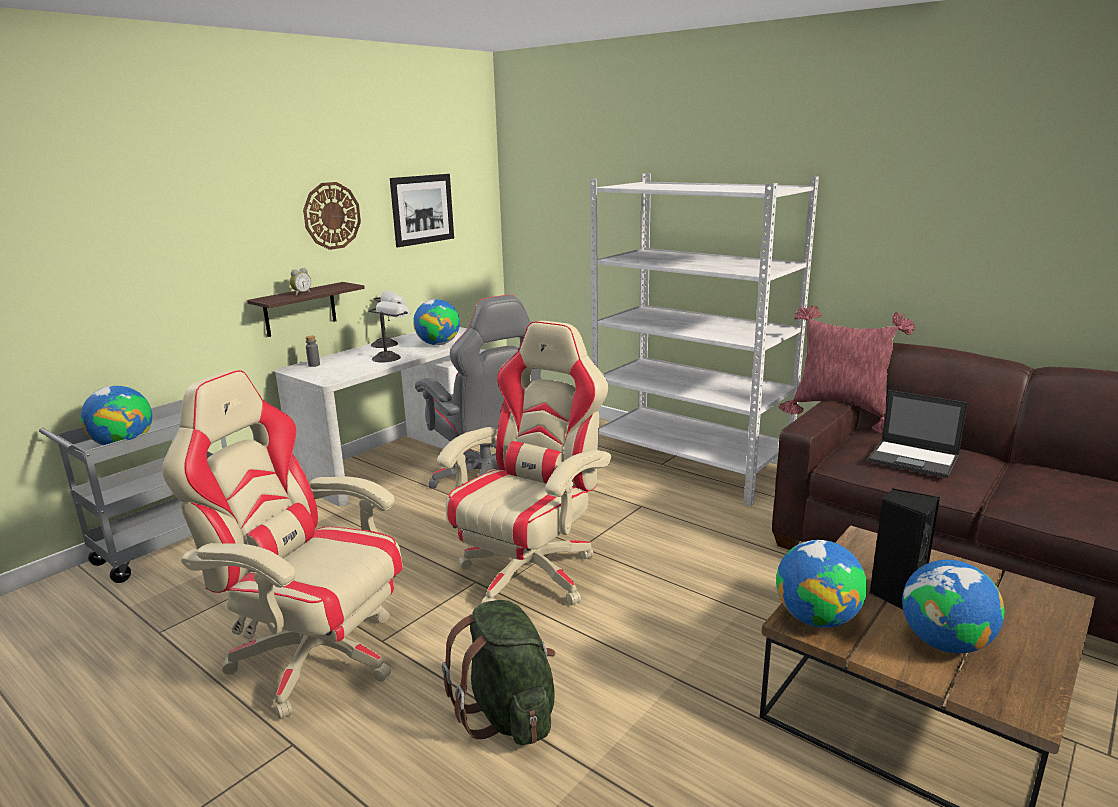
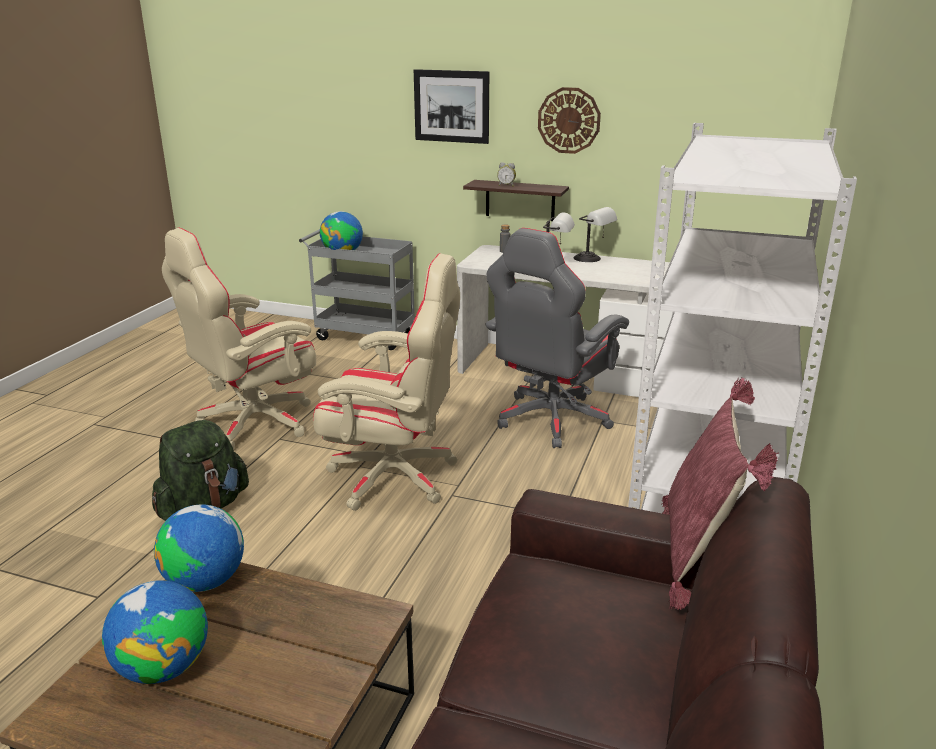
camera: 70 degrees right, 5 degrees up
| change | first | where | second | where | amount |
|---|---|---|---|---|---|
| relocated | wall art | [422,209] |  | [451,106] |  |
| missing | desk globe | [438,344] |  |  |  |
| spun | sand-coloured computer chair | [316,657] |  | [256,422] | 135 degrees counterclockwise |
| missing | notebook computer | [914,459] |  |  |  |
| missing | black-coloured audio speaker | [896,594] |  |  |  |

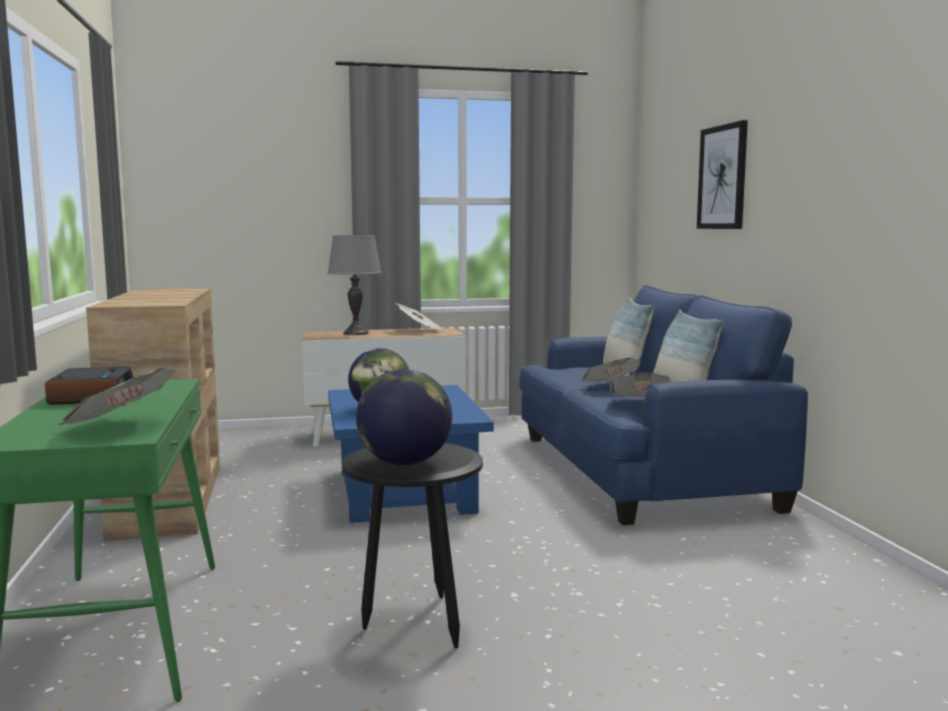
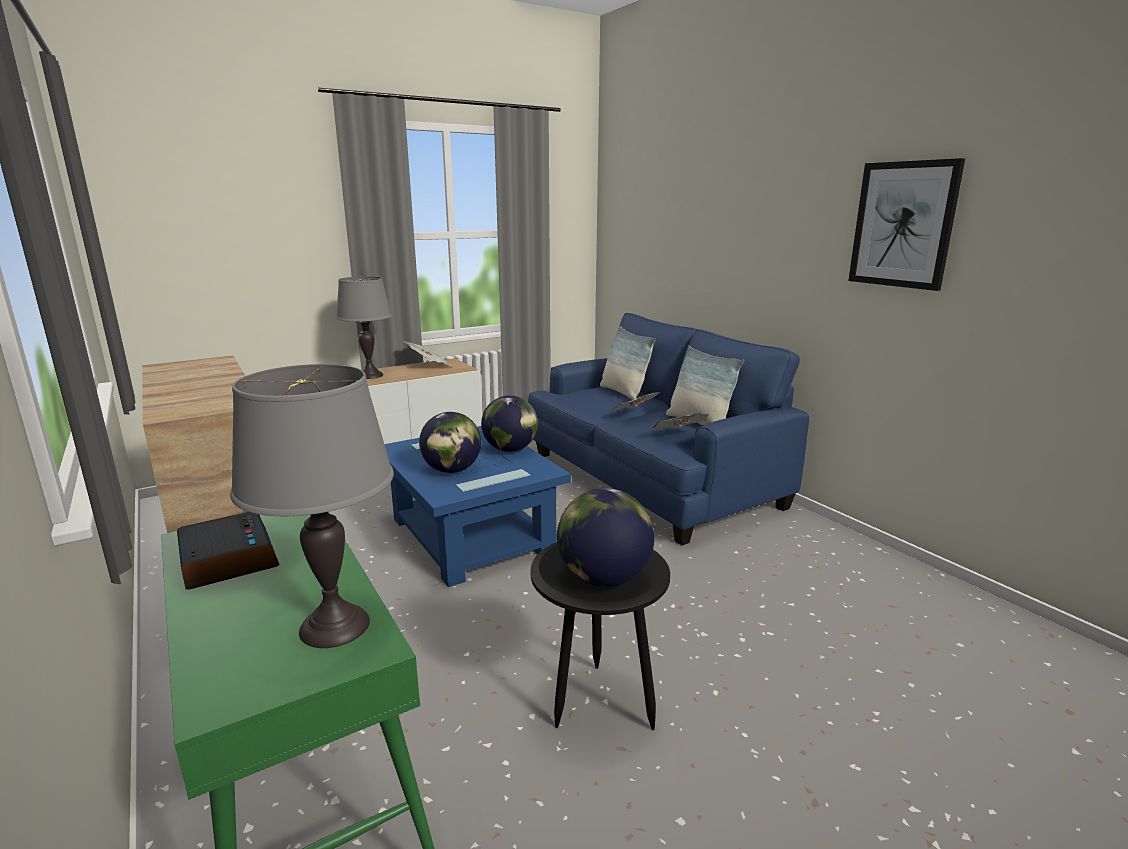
camera: 20 degrees left, 10 degrees up
| change | first | where | second | where | amount |
|---|---|---|---|---|---|
| relocated | wall art | [723,177] |  | [903,225] |  |
| exchanged | printed paper | [119,426] | greyish table lamp | [334,626] |  |
| appeared |  |  | desk globe | [510,449] |  |

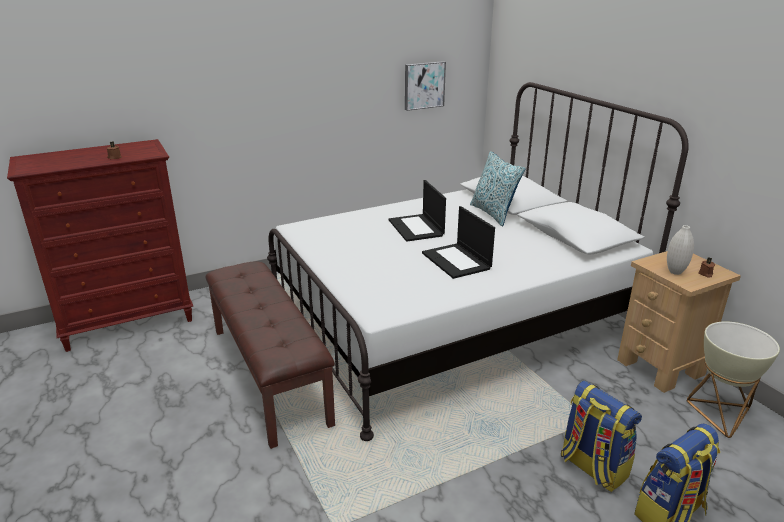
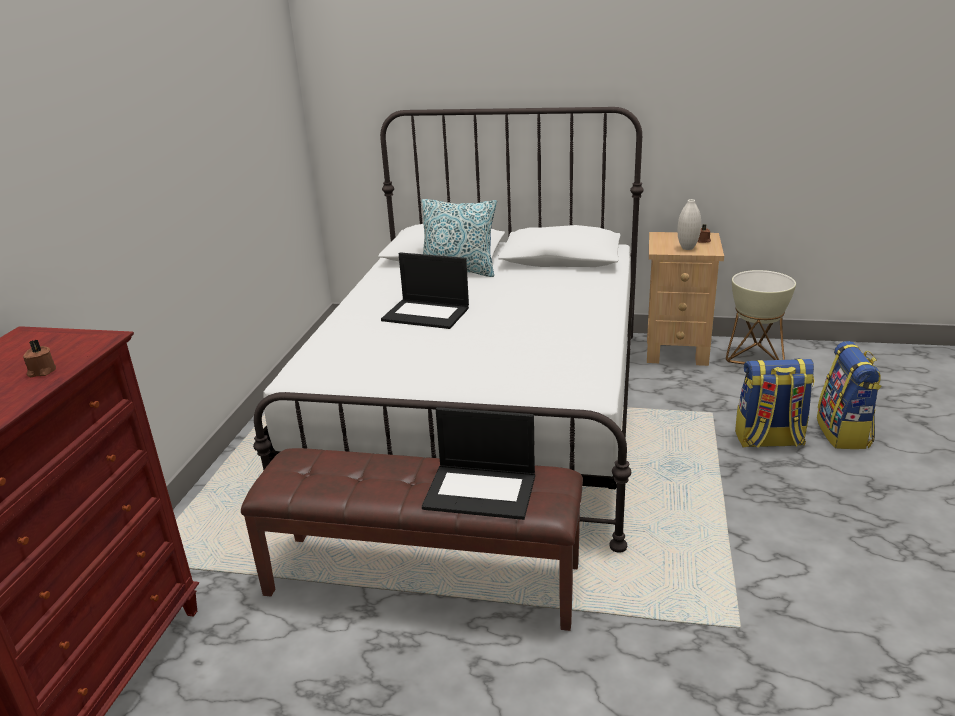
camera: 50 degrees left, 0 degrees up
| change | first | where | second | where | amount |
|---|---|---|---|---|---|
| missing | wall art | [424,85] |  |  |  |
| relocated | notebook computer | [457,261] |  | [481,491] |  |

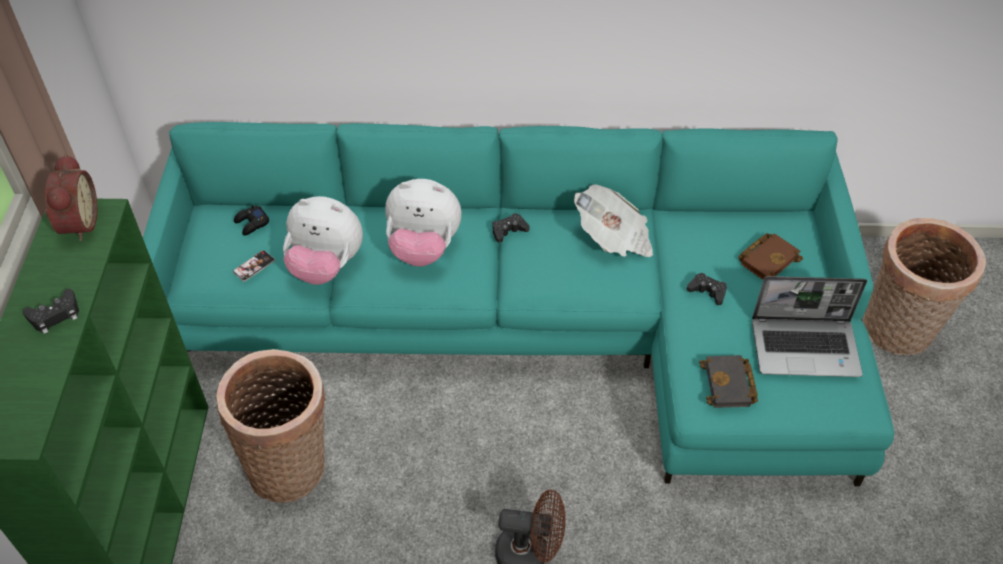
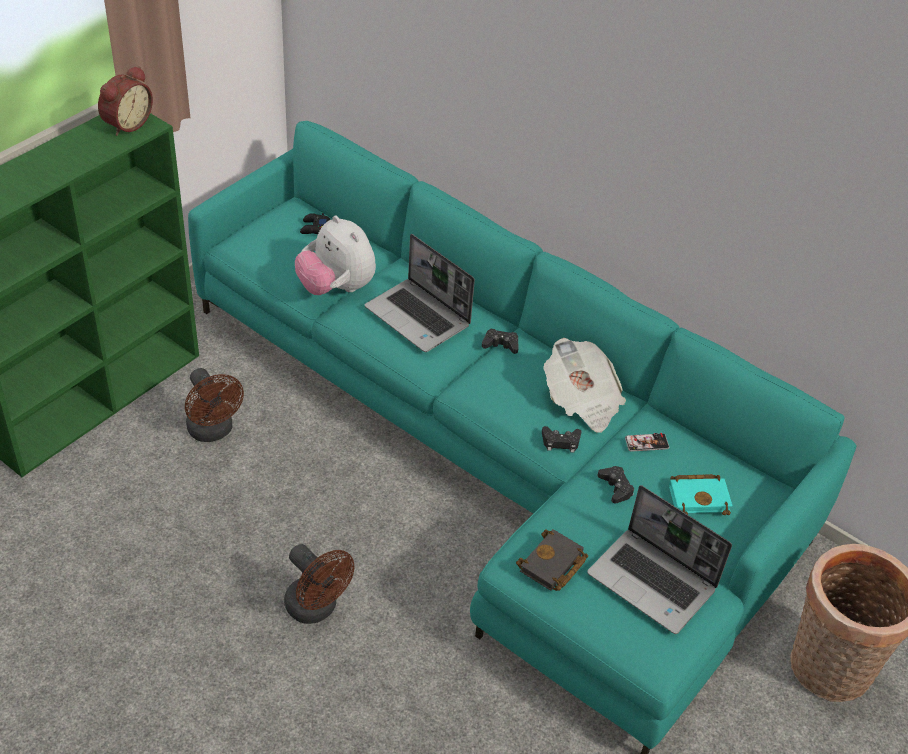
camera: 35 degrees right, 5 degrees down
| change | first | where | second | where | amount |
|---|---|---|---|---|---|
| exchanged | plush toy | [423,248] | notebook computer | [419,317] |  |
| colour | brownish volume | [768,259] | blue-green volume | [700,497] |  |
| relocated | handset | [254,266] |  | [646,443] |  |
| relocated | black-coloured joypad | [55,315] |  | [560,442] |  |
| exchanged | household basket | [291,466] | brownish fan | [213,431] |  |

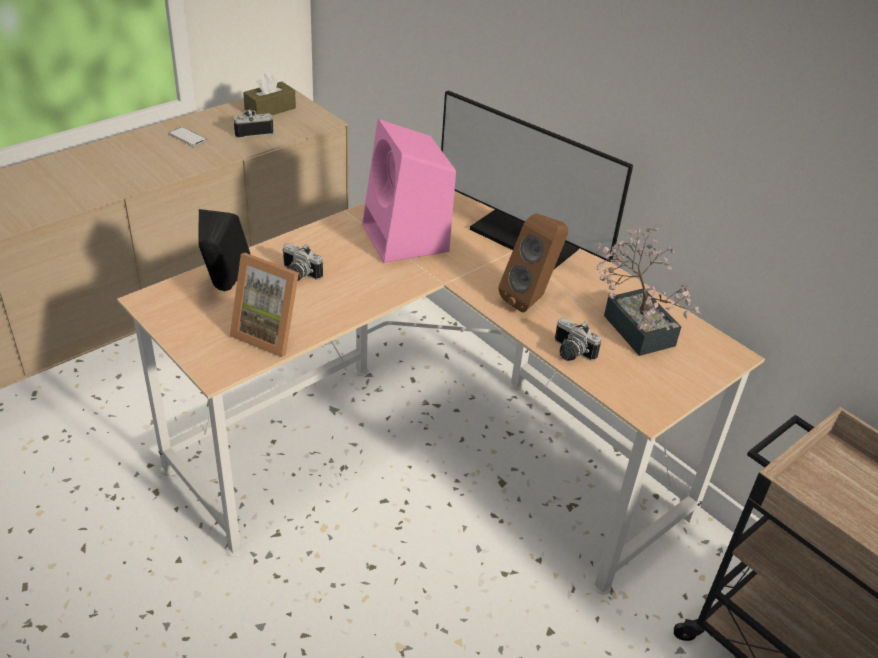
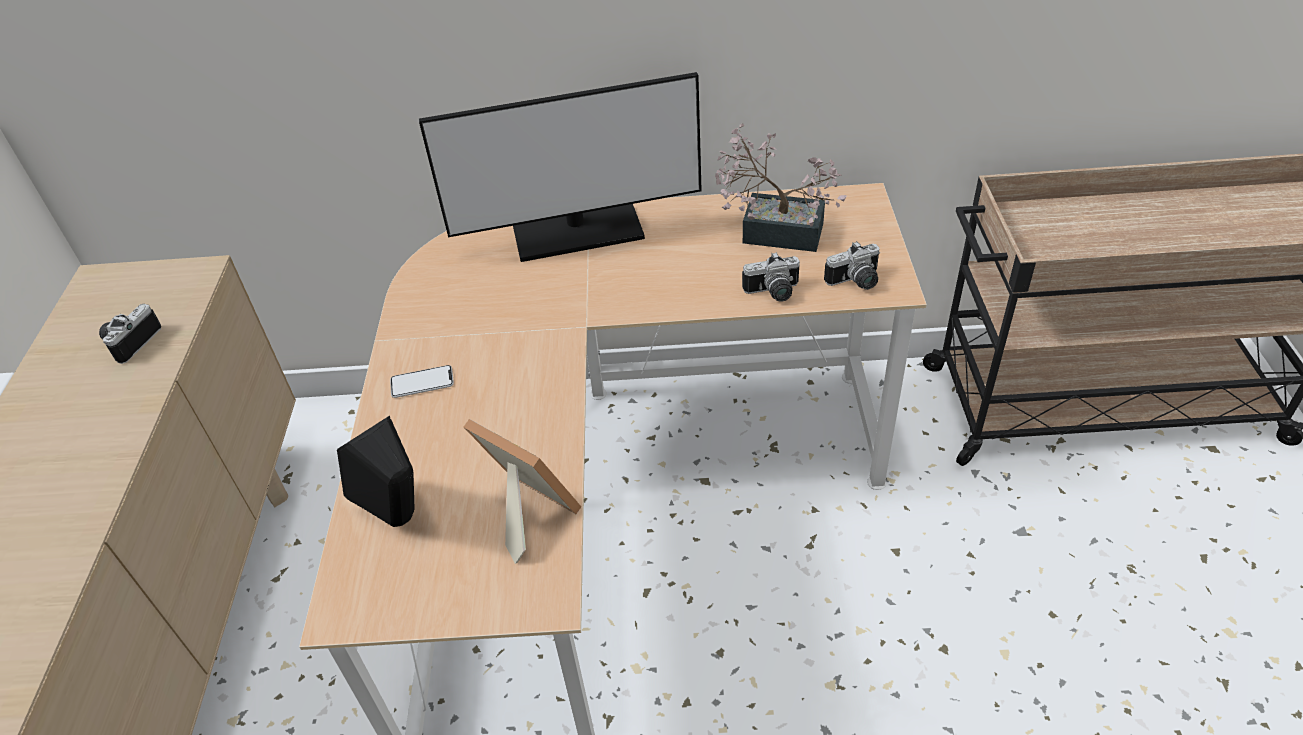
camera: 45 degrees left, 5 degrees up
| change | first | where | second | where | amount |
|---|---|---|---|---|---|
| missing | brownish box of tissues | [270,109] |  |  |  |
| missing | pink audio speaker | [406,239] |  |  |  |
| relocated | handset | [187,137] |  | [422,382] |  |
| missing | brownish audio speaker | [531,299] |  |  |  |
| relocated | still camera | [297,275] |  | [856,282] |  |
| spun | standing frame | [270,333] |  | [525,514] | 120 degrees counterclockwise |

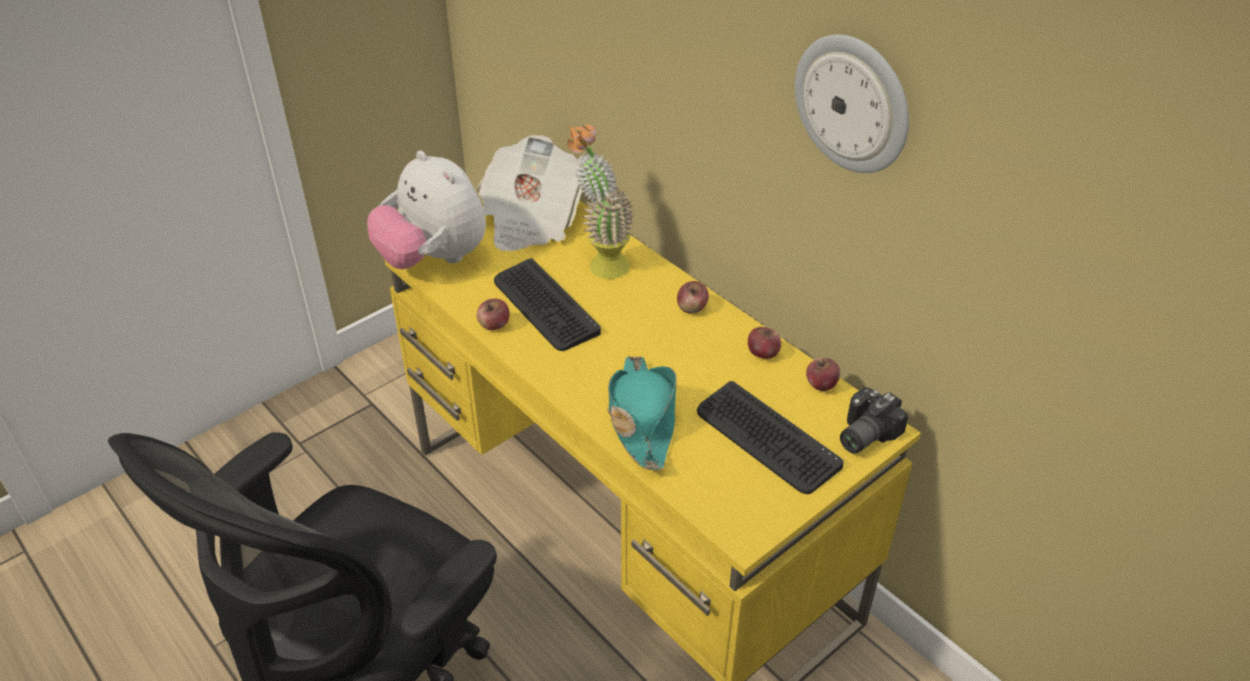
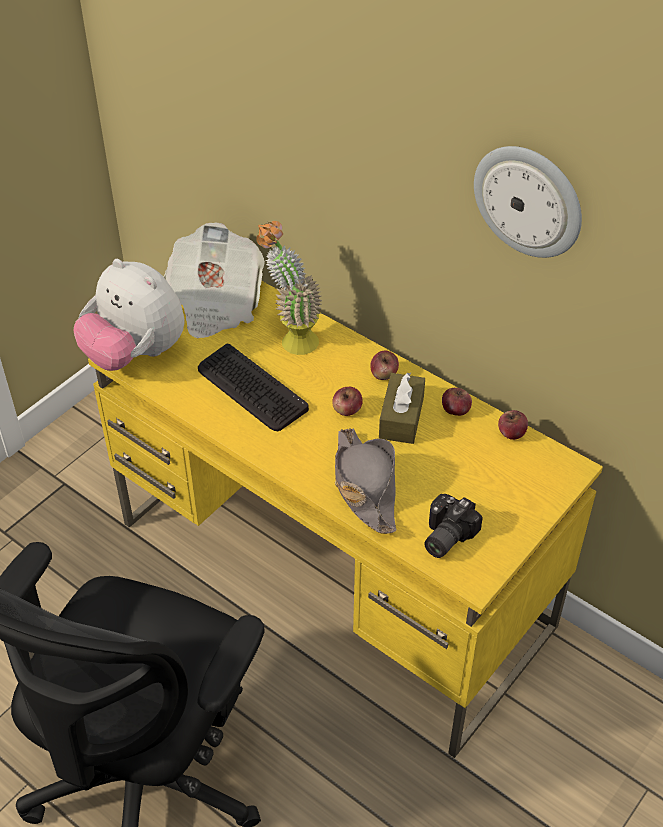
camera: 10 degrees left, 5 degrees up
| change | first | where | second | where | amount |
|---|---|---|---|---|---|
| relocated | apple | [494,325] |  | [347,410] |  |
| colour | blue-green hat | [642,418] | greyish hat | [364,486] |  |
| missing | keyboard | [766,438] |  |  |  |
| relocated | still camera | [862,433] |  | [444,536] |  |
| appeared |  |  | brownish box of tissues | [401,417] |  |

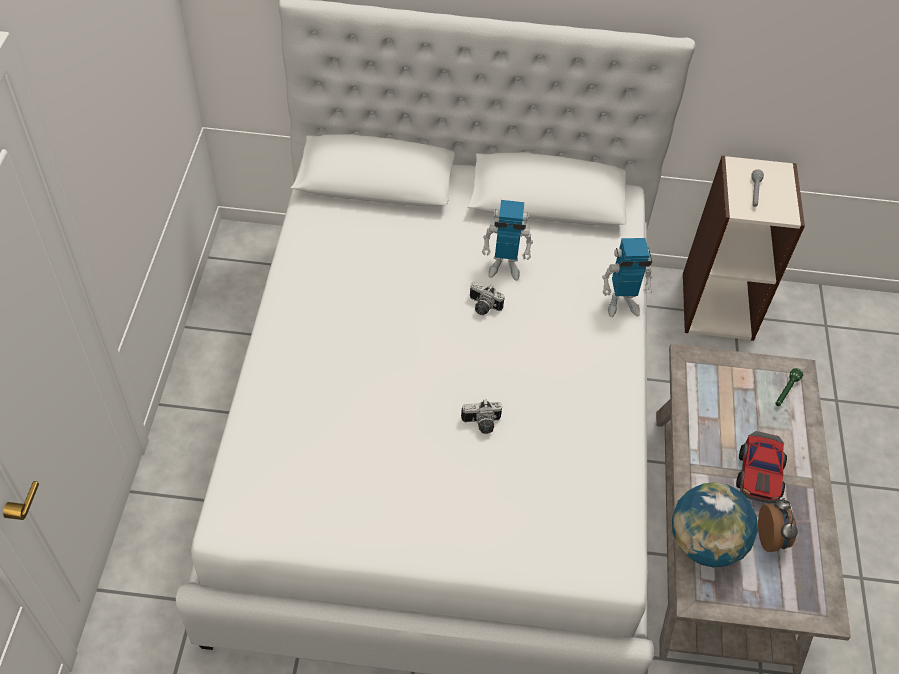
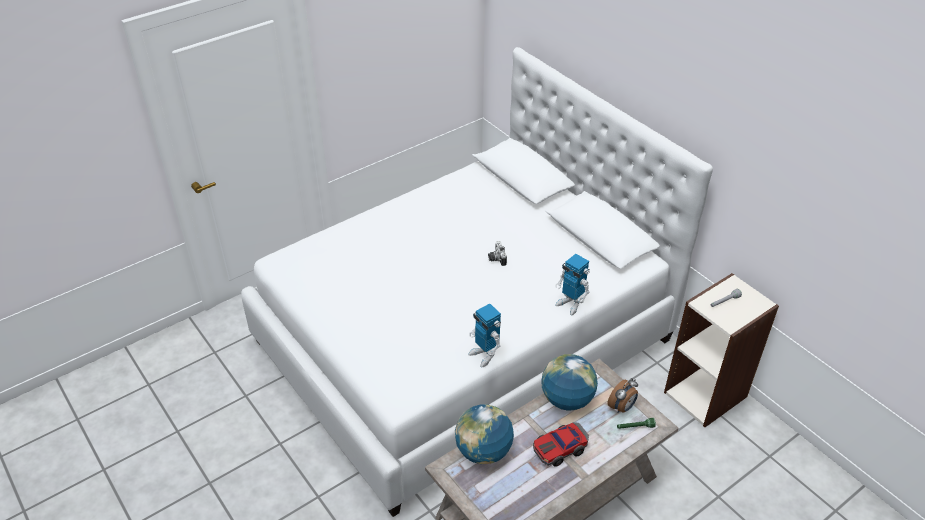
camera: 50 degrees right, 10 degrees down
| change | first | where | second | where | amount |
|---|---|---|---|---|---|
| relocated | toy robot | [504,267] |  | [484,355] |  |
| missing | still camera | [482,424] |  |  |  |
| relocated | table clock | [771,538] |  | [622,407] |  |
| appeared |  |  | desk globe | [566,399] |  |

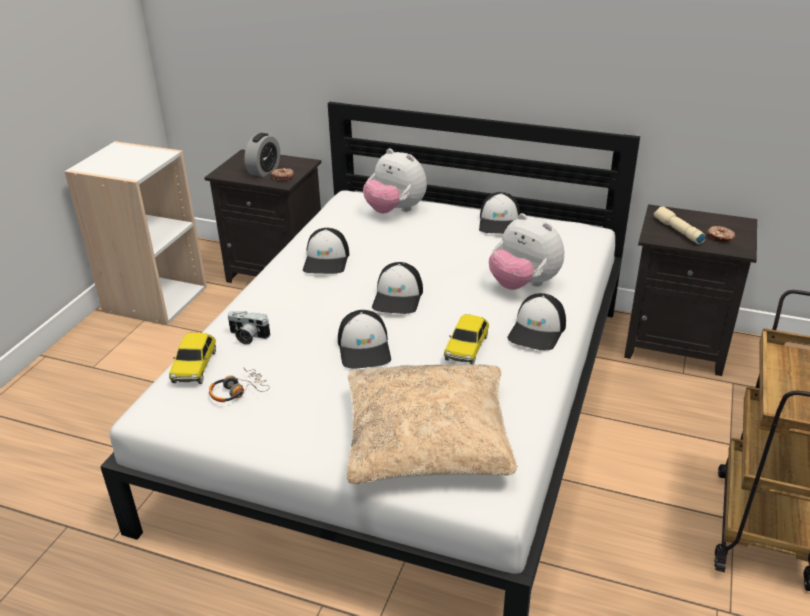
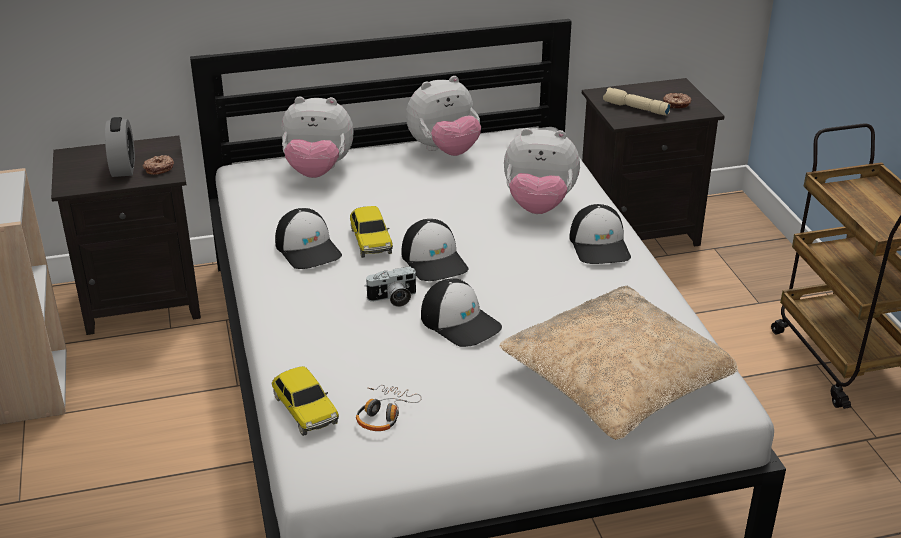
camera: 35 degrees left, 0 degrees up
| change | first | where | second | where | amount |
|---|---|---|---|---|---|
| exchanged | peaked cap | [499,222] | plush toy | [444,151] |  |
| relocated | still camera | [247,337] |  | [393,299] |  |
| relocated | miniature car | [467,347] |  | [371,241] |  |

